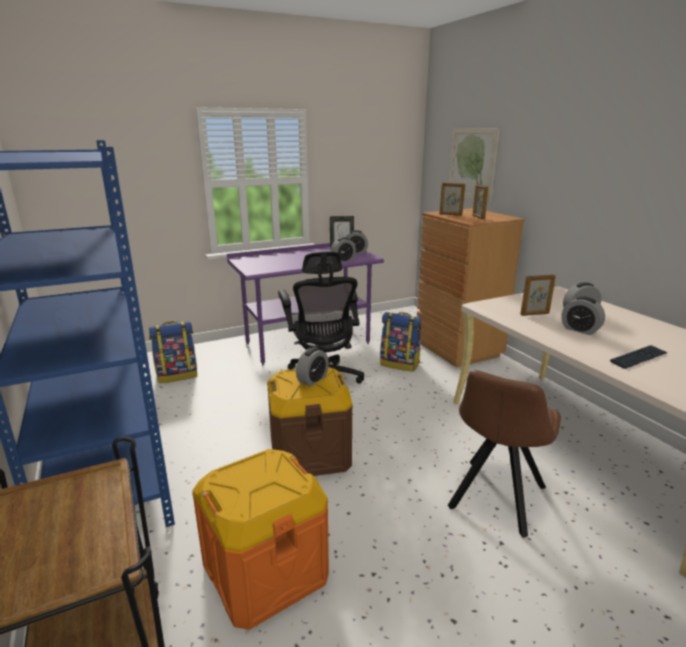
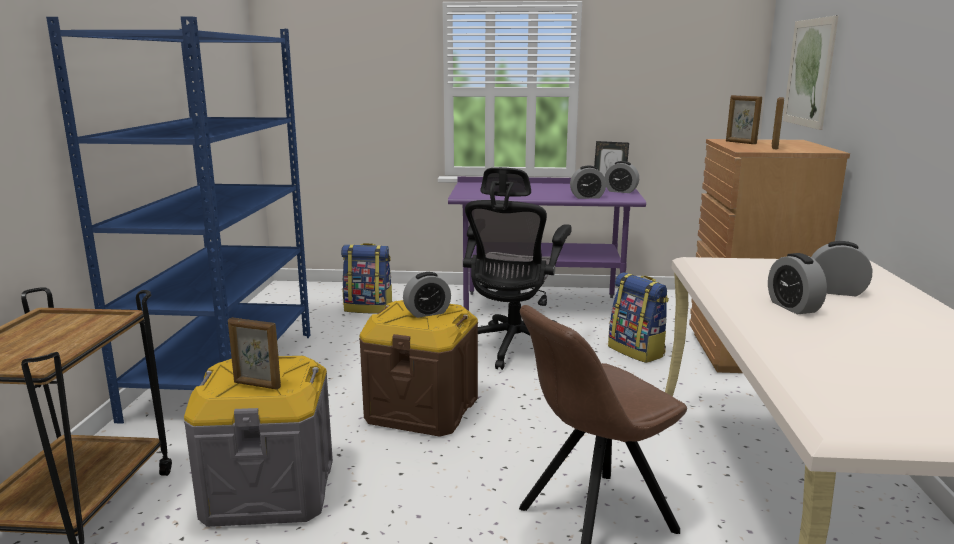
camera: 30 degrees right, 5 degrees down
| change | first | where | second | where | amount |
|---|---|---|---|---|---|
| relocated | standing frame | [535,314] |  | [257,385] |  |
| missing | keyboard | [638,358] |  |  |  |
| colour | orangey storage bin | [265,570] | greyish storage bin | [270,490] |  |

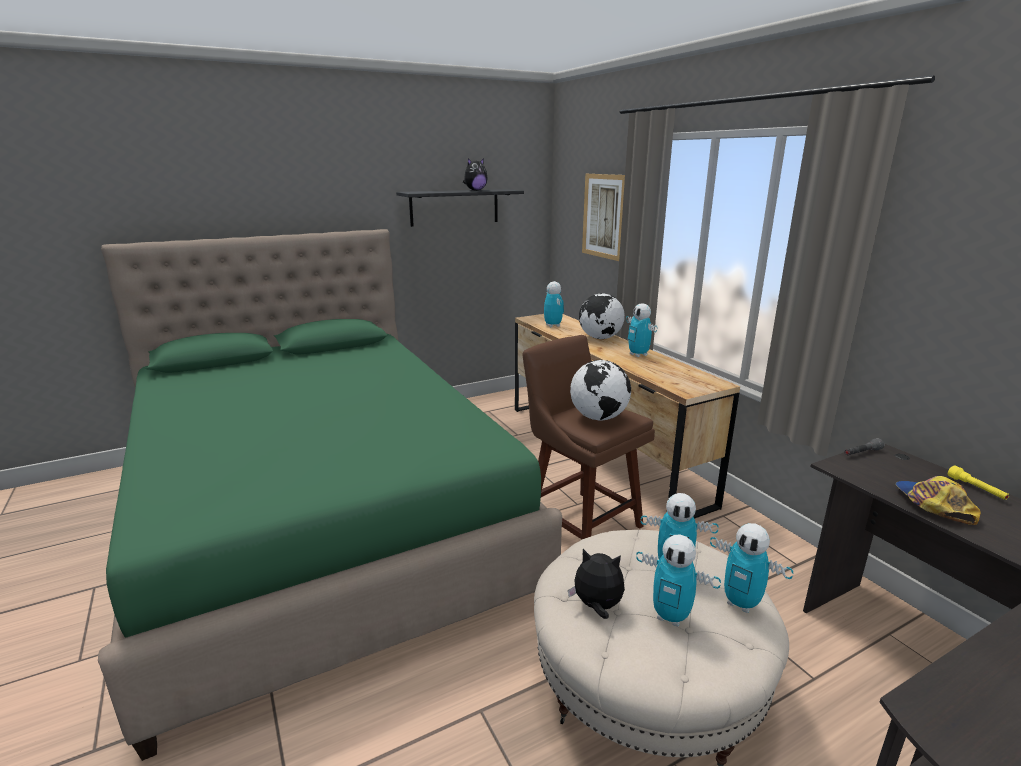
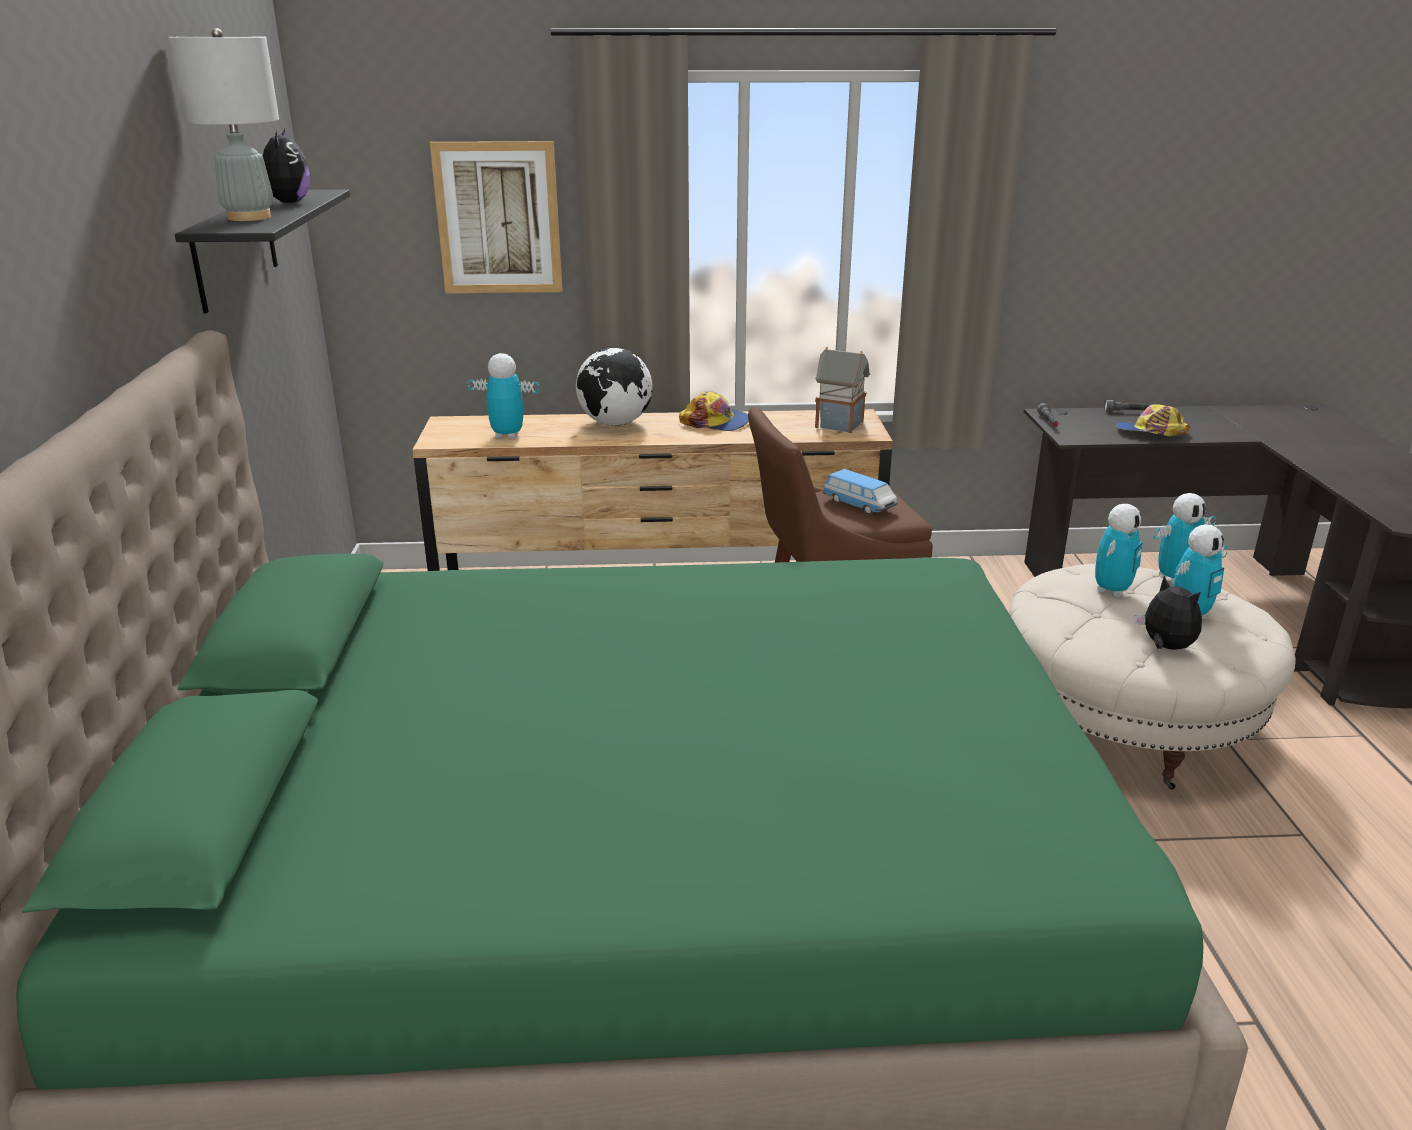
camera: 65 degrees left, 5 degrees up
| change | first | where | second | where | amount |
|---|---|---|---|---|---|
| exchanged | toy robot | [638,355] | peaked cap | [716,422] |  |
| exchanged | desk globe | [598,417] | miniature car | [859,505] |  |
| colour | yellow flashlight | [976,489] | greyish flashlight | [1129,412] |  |
| spun | plush toy | [597,607] |  | [1165,647] | 105 degrees clockwise |
| appeared |  |  | greyish table lamp | [249,217] |  |
| appeared |  |  | toy house | [840,424] |  |

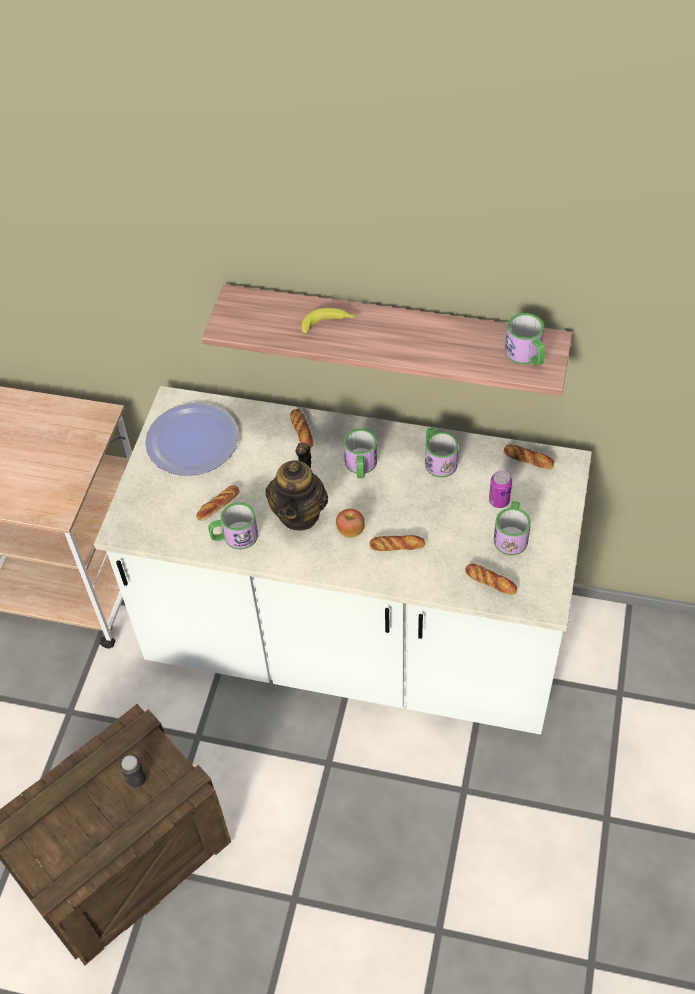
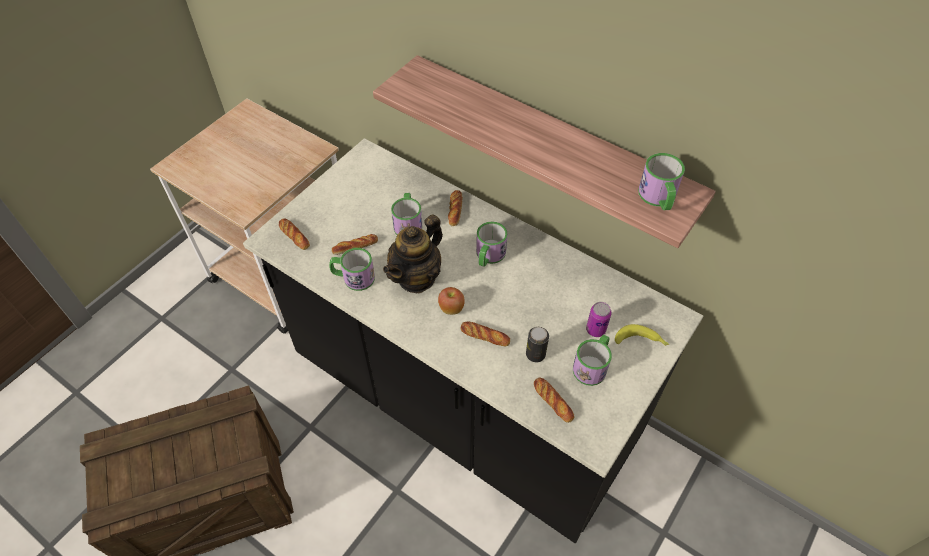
camera: 20 degrees right, 0 degrees up
| change | first | where | second | where | amount |
|---|---|---|---|---|---|
| relocated | banana fruit | [329,324] |  | [641,341] |  |
| colour | whitish kitchen base unit | [356,642] | black-coloured kitchen base unit | [464,400] |  |
| missing | plate | [192,441] |  |  |  |
| relocated | tea mug | [438,459] |  | [408,223] |  |
| relocated | bakery bread | [528,459] |  | [294,236] |  |
| relocated | metal can | [136,779] |  | [535,354] |  |

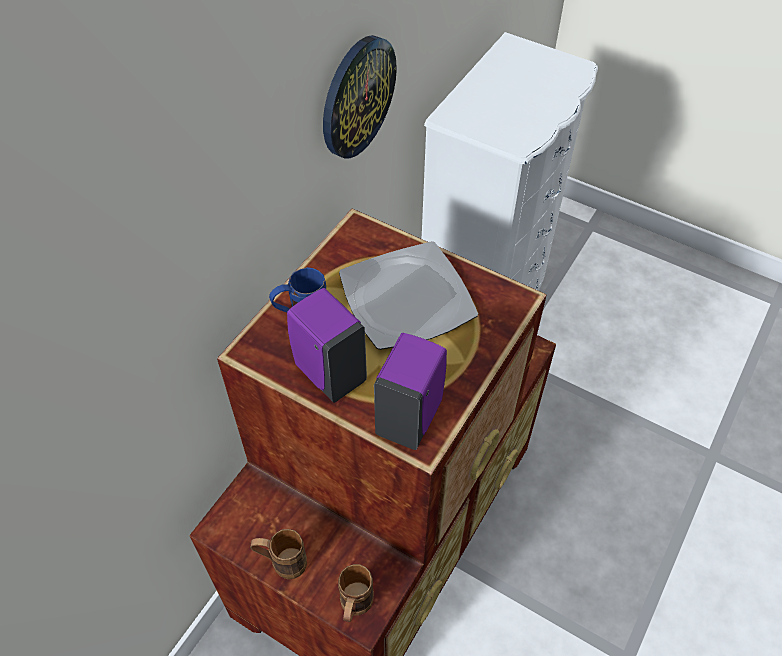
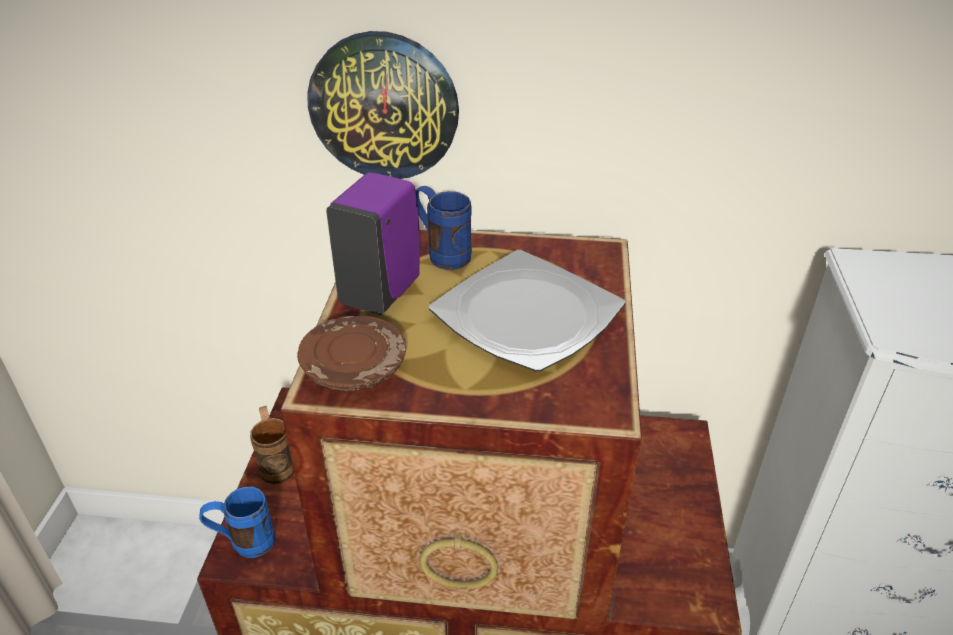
camera: 65 degrees right, 15 degrees down
| change | first | where | second | where | amount |
|---|---|---|---|---|---|
| relocated | clock on the wall | [357,97] |  | [384,106] |  |
| exchanged | purple liquid soap bottle | [410,417] | brownish plate | [354,367] |  |
| colour | brownish tea mug | [354,608] | blue-coloured tea mug | [244,543] |  |

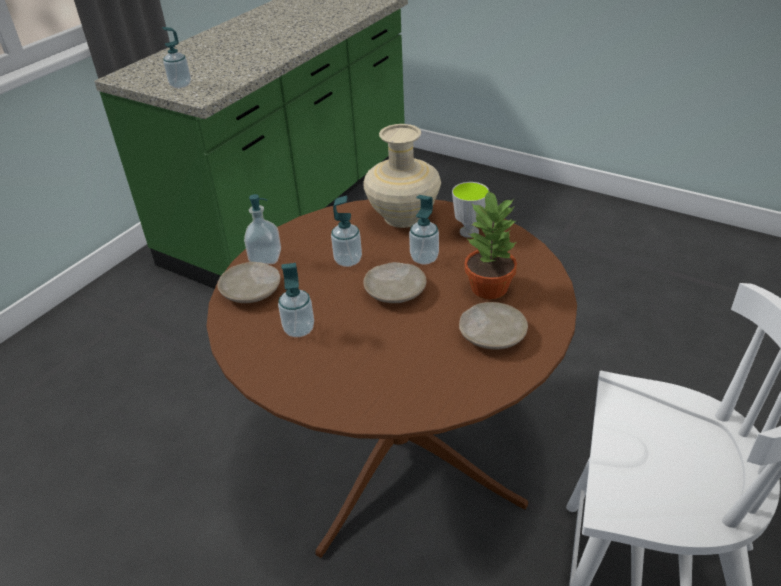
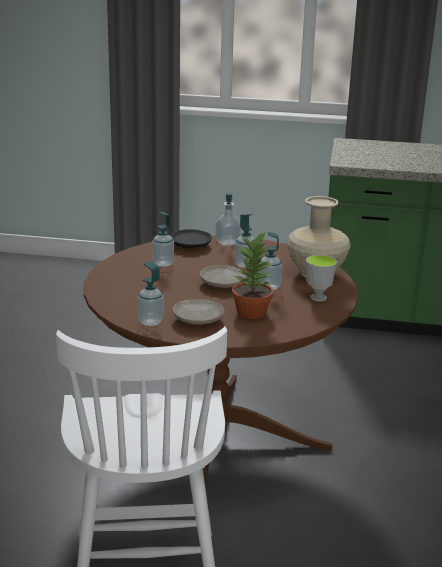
camera: 65 degrees right, 15 degrees down
| change | first | where | second | where | amount |
|---|---|---|---|---|---|
| relocated | liquid soap bottle | [180,85] |  | [150,322] |  |
| colour | sand-coloured plate | [252,291] | black-coloured plate | [190,245] |  |

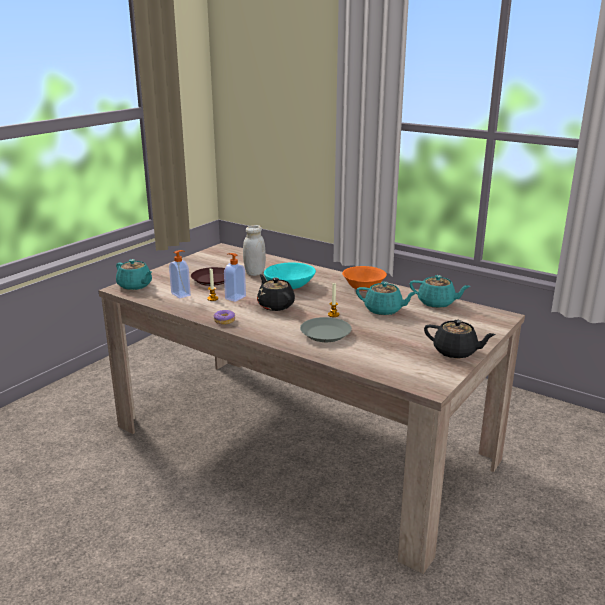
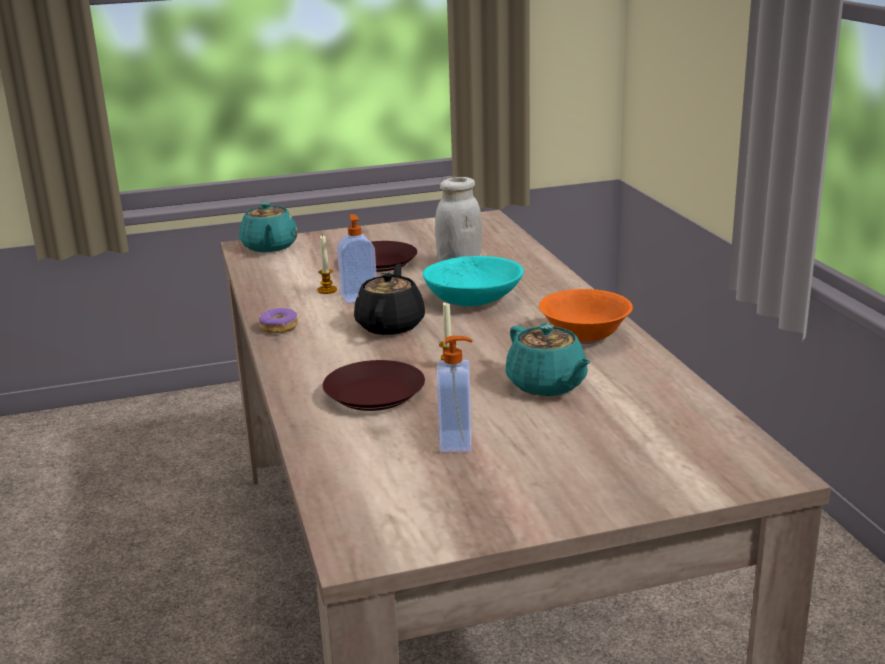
camera: 40 degrees right, 0 degrees up
| change | first | where | second | where | amount |
|---|---|---|---|---|---|
| relocated | liquid soap bottle | [181,294] |  | [457,442] |  |
| missing | blue-green teapot | [437,303] |  |  |  |
| colour | greyish plate | [326,334] | brownish plate | [375,394] |  |
| missing | black-coloured teapot | [456,352] |  |  |  |

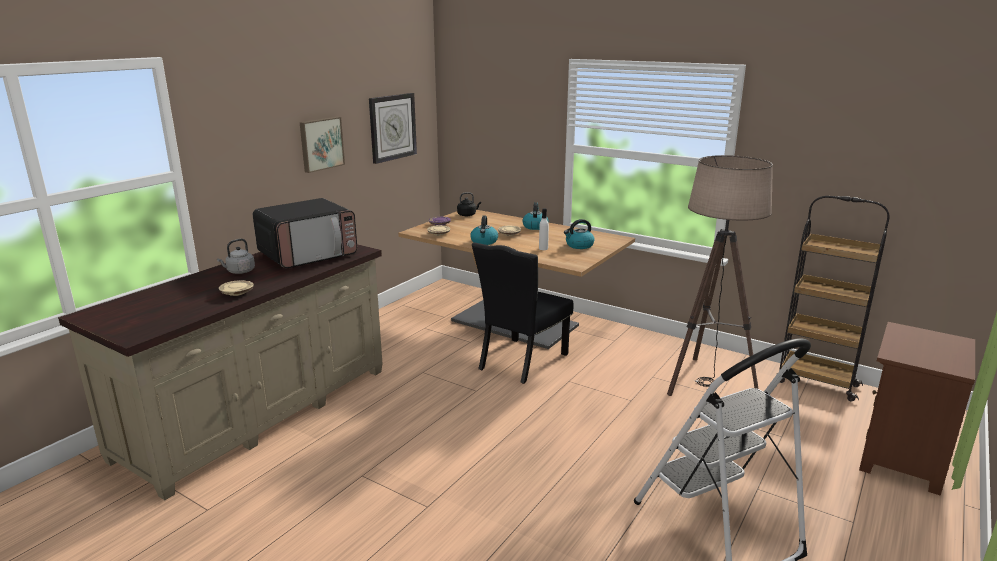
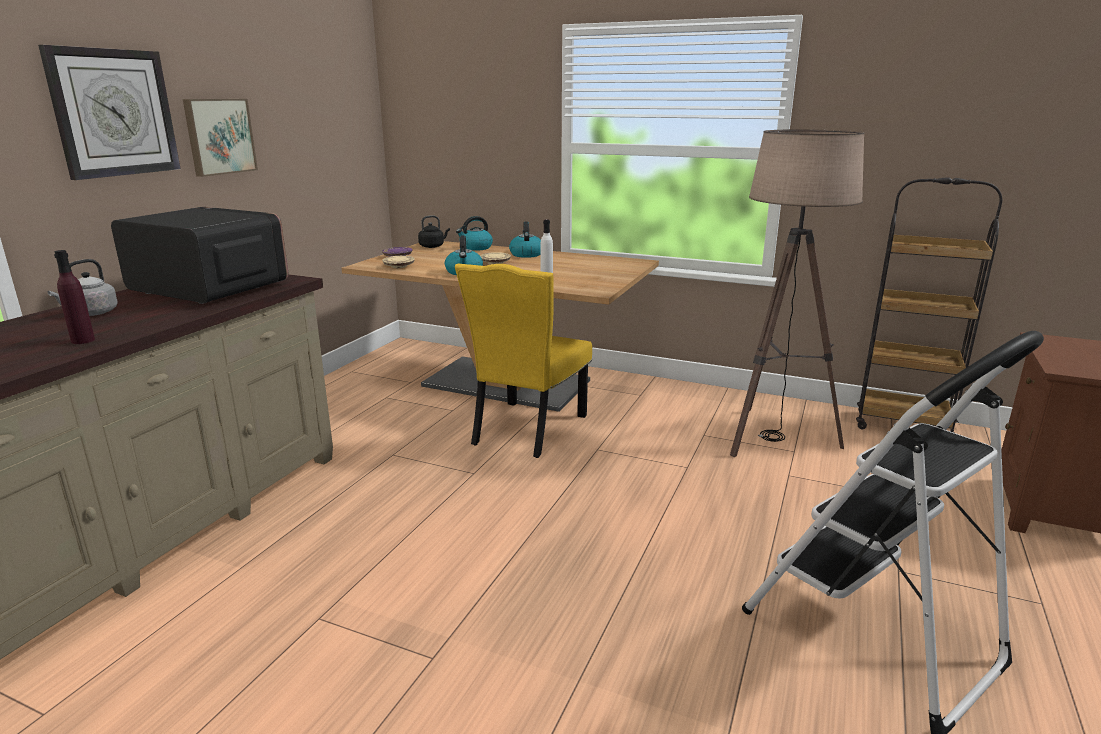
camera: 10 degrees left, 0 degrees up
| change | first | where | second | where | amount |
|---|---|---|---|---|---|
| relocated | clock on the wall | [392,127] |  | [114,113] |  |
| spun | microwave | [308,254] |  | [208,288] | 105 degrees counterclockwise |
| relocated | water kettle | [579,245] |  | [475,248] |  |
| colour | black-coloured chair | [522,360] | yellow chair | [528,428] |  |
| exchanged | sand-coloured plate | [237,293] | purple drink bottle | [83,340] |  |

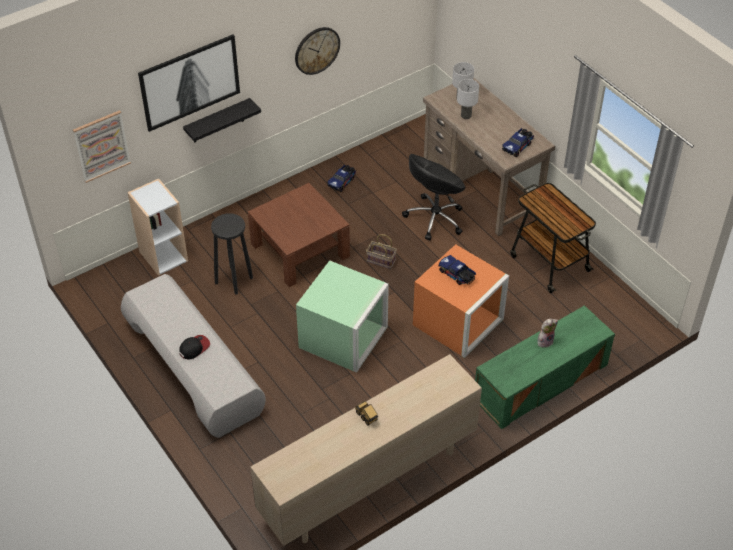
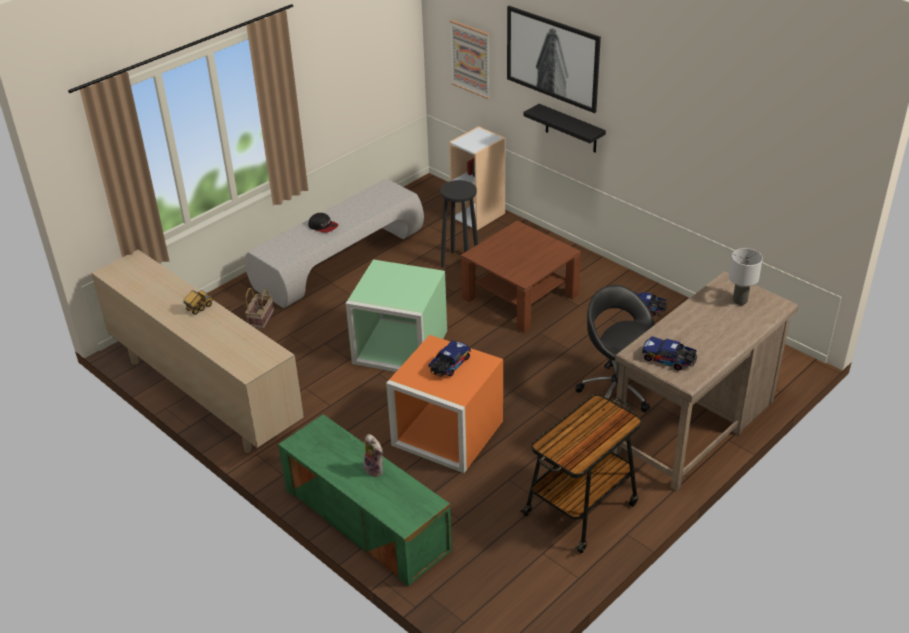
camera: 80 degrees right, 10 degrees down
| change | first | where | second | where | amount |
|---|---|---|---|---|---|
| missing | clock on the wall | [317,50] |  |  |  |
| missing | whitish table lamp | [466,116] |  |  |  |
| relocated | household basket | [380,260] |  | [260,318] |  |

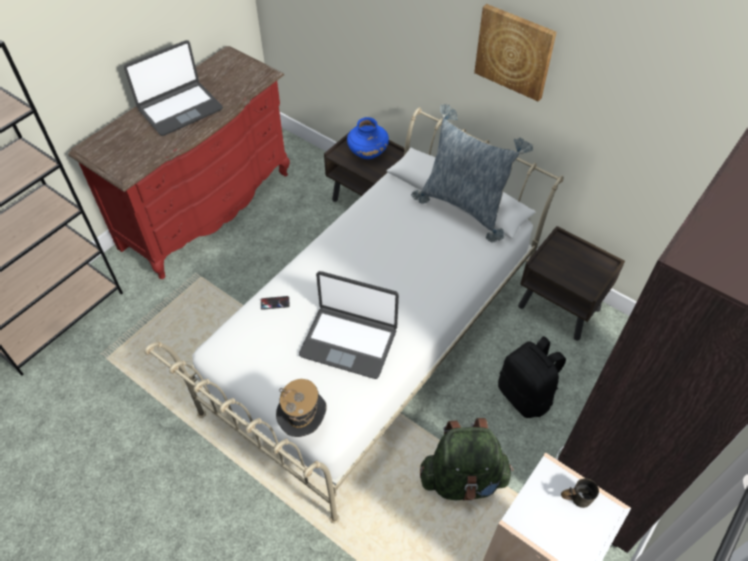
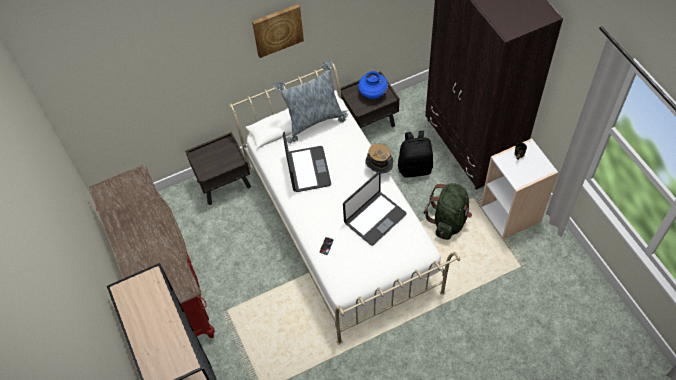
camera: 60 degrees left, 5 degrees up
| change | first | where | second | where | amount |
|---|---|---|---|---|---|
| relocated | notebook computer | [180,109] |  | [307,170] |  |
| relocated | blue-coloured decorative vase | [367,153] |  | [372,93] |  |
| relocated | hat | [303,424] |  | [379,170] |  |

